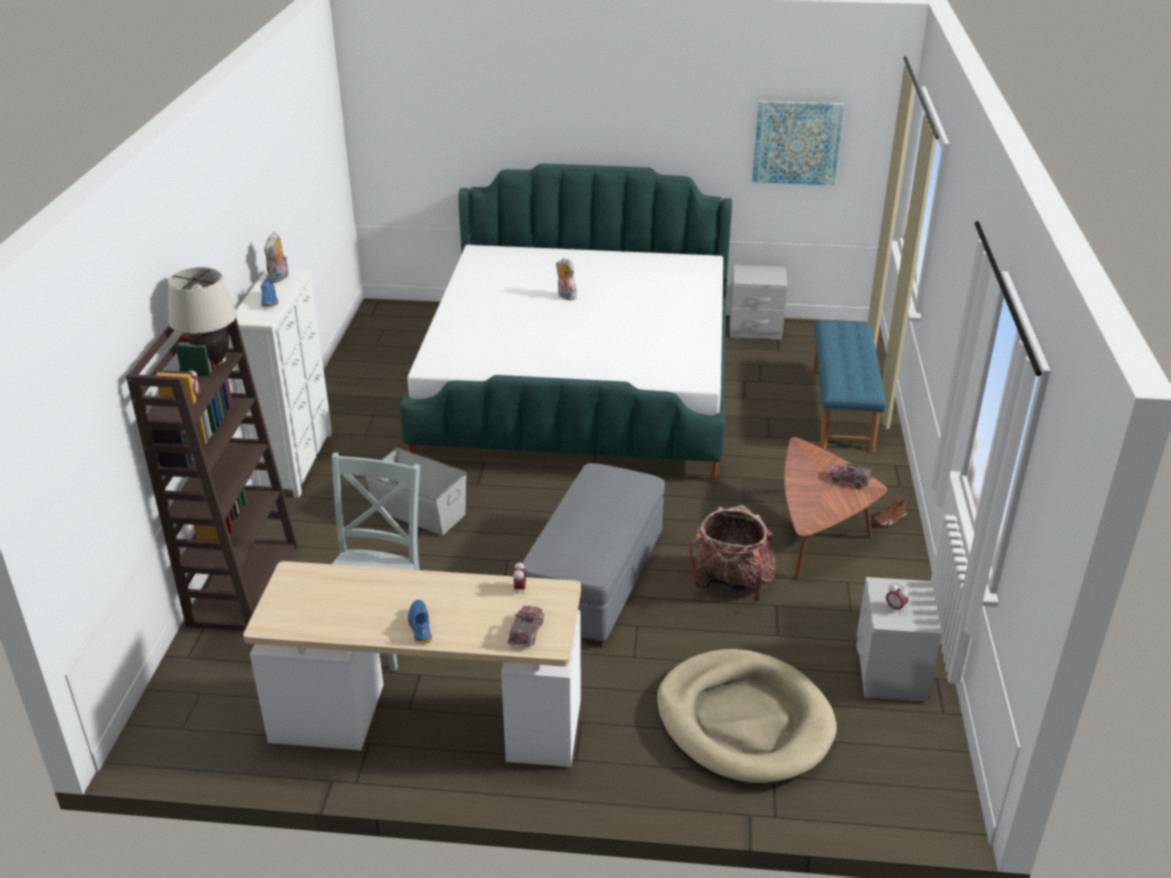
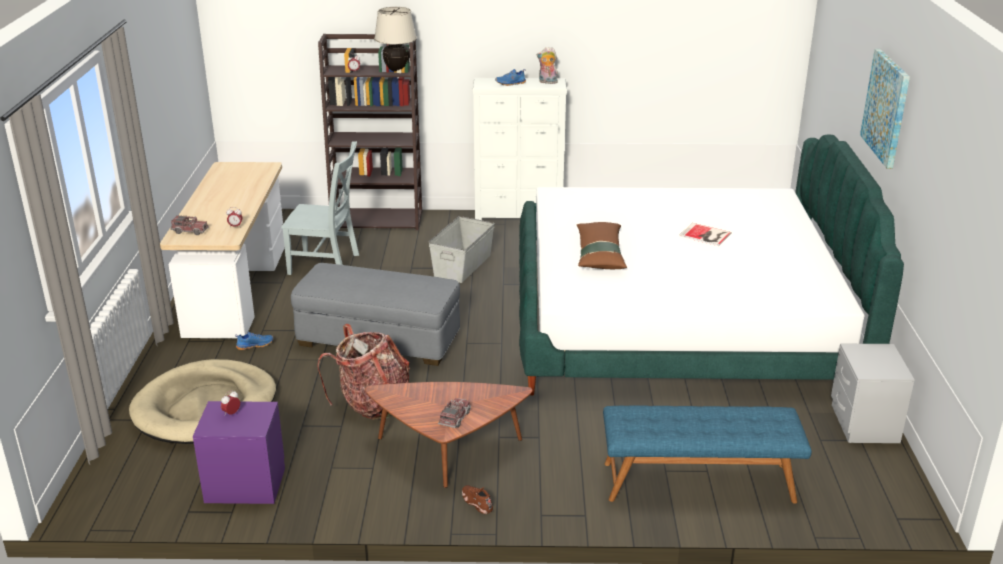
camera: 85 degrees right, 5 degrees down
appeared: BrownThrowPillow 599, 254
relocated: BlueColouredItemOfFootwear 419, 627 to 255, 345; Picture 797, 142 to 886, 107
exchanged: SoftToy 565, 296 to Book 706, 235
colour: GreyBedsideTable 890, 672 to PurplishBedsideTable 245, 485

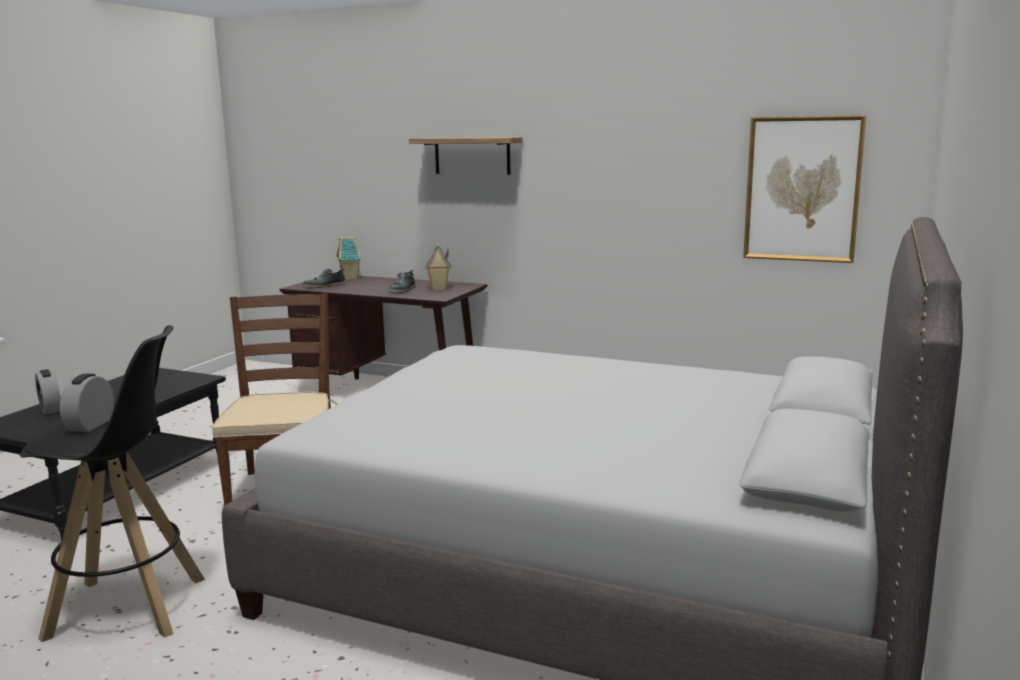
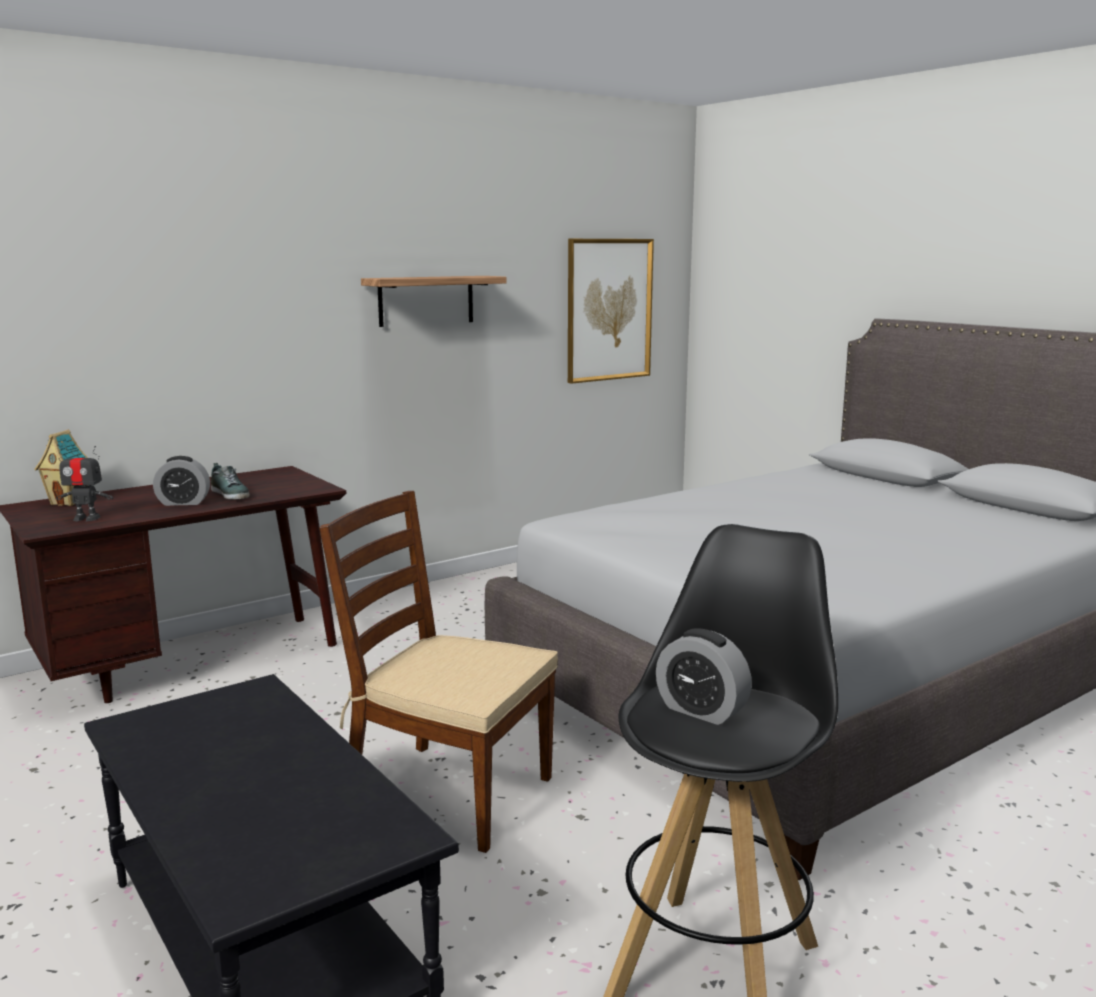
camera: 60 degrees left, 0 degrees up
missing: MiniatureHouse 438, 289
relocated: TableClock 51, 409 to 183, 503; Shelf 472, 156 to 426, 300
exchanged: ItemOfFootwear 324, 286 to RobotFigure 86, 518

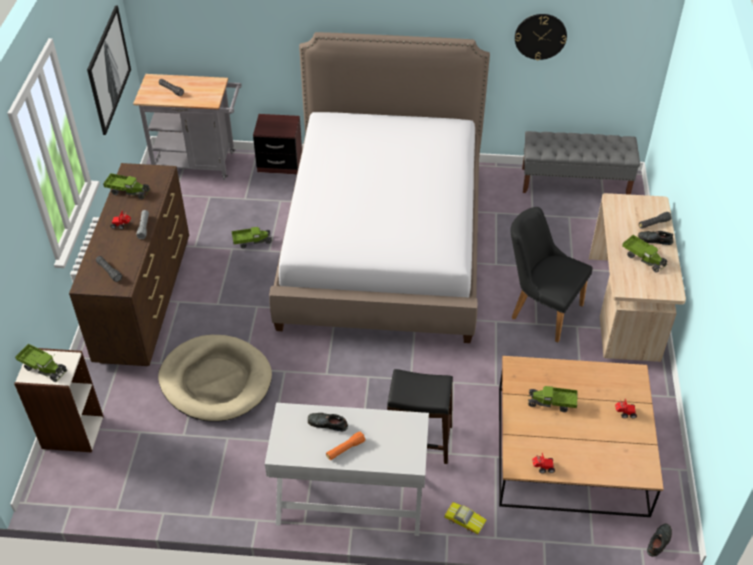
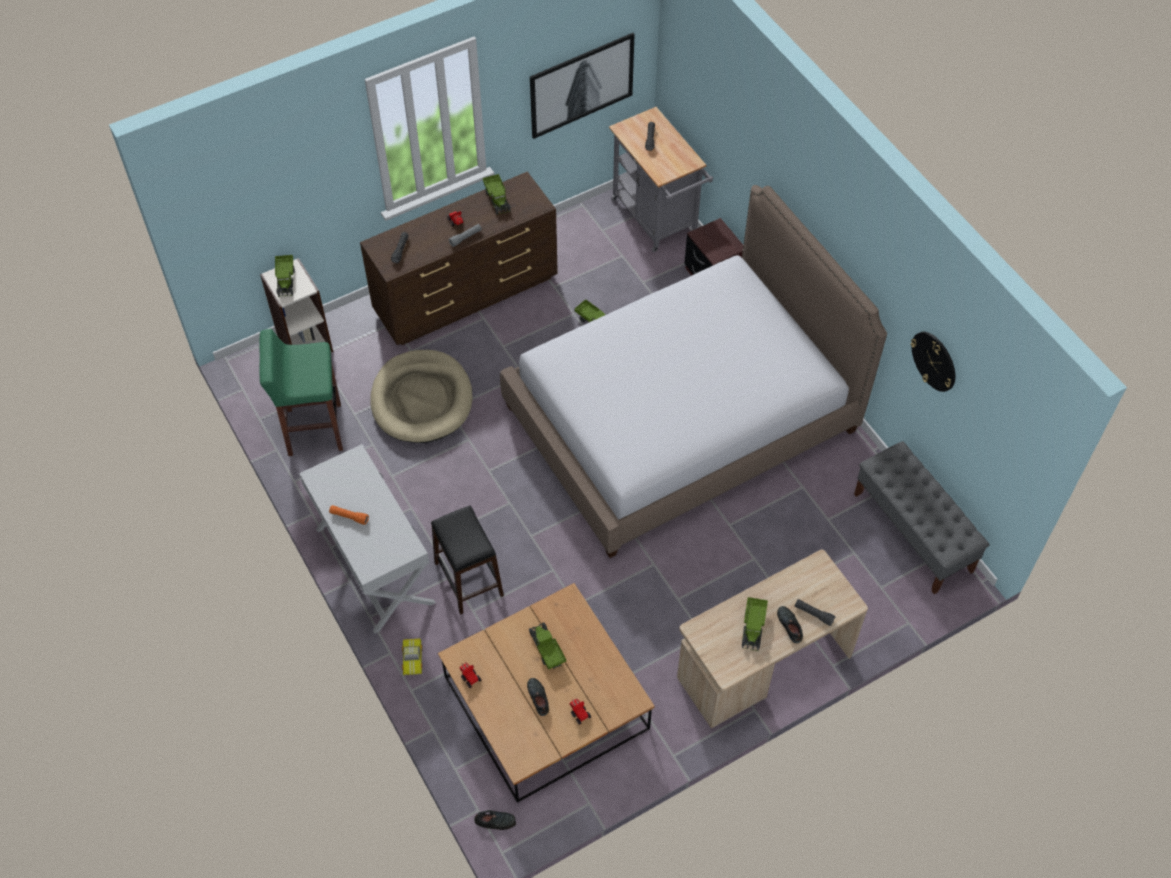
camera: 55 degrees right, 10 degrees up
missing: BlackPlainChair 540, 309
appeared: GreenStoolSeat 313, 429
relocated: BlackItemOfFootwear 326, 423 to 538, 697

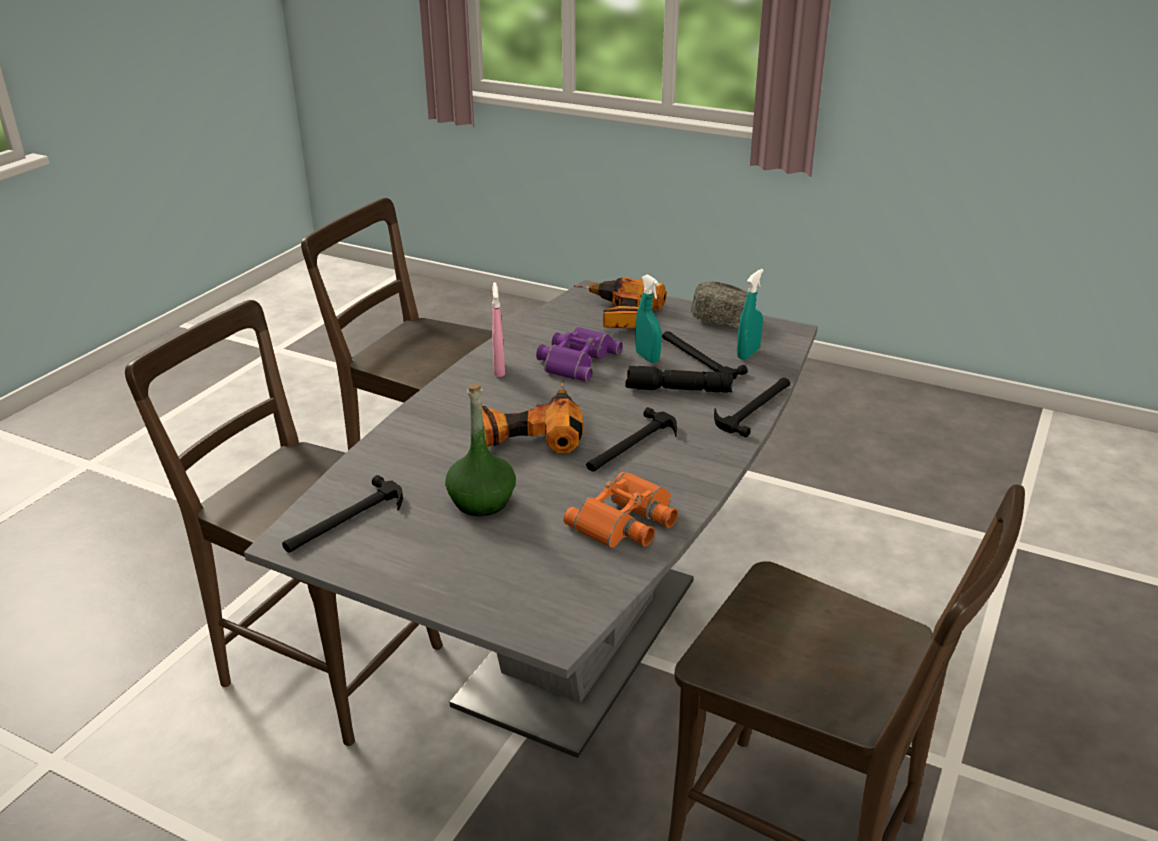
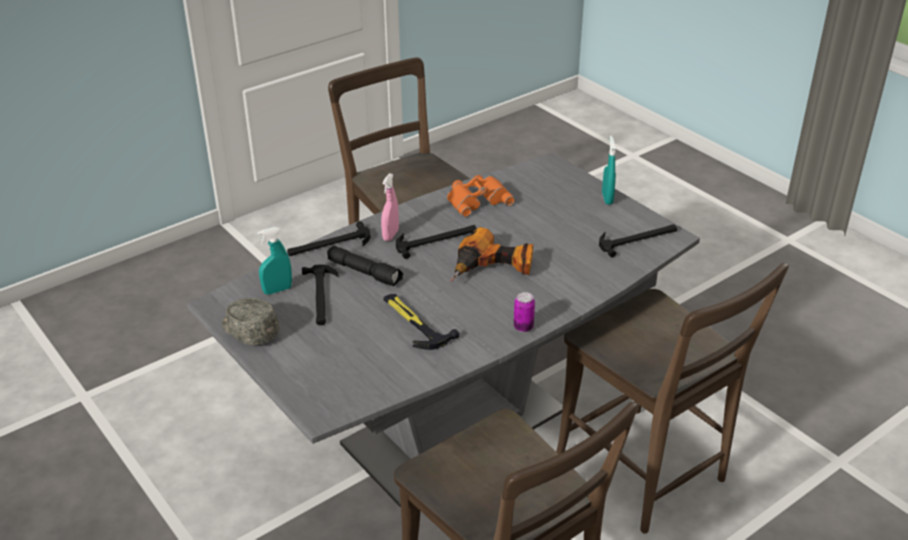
camera: 155 degrees left, 5 degrees up
missing: GreenBeverageBottle 481, 501; PowerDrill 618, 315
appeared: SealedCan 523, 327
relocated: PinkSprayer 499, 370 to 390, 235; BlueGreenSprayer 647, 357 to 607, 198
exchanged: PurplishFieldGlasses 575, 360 to ToolHammer 414, 323

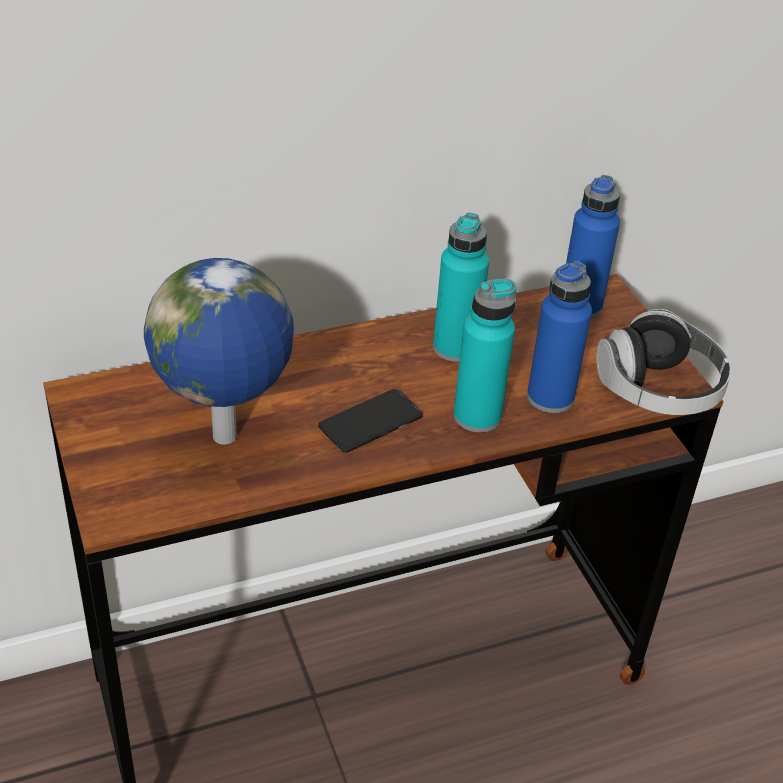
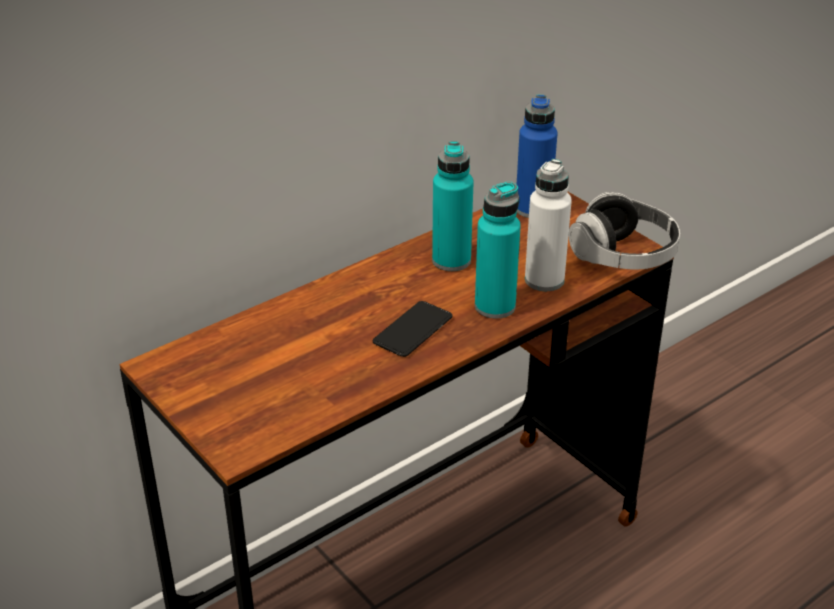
camera: 15 degrees left, 5 degrees down
missing: WorldGlobe 226, 438
colour: BlueColouredBeverageBottle 550, 397 to WhitishBeverageBottle 544, 280

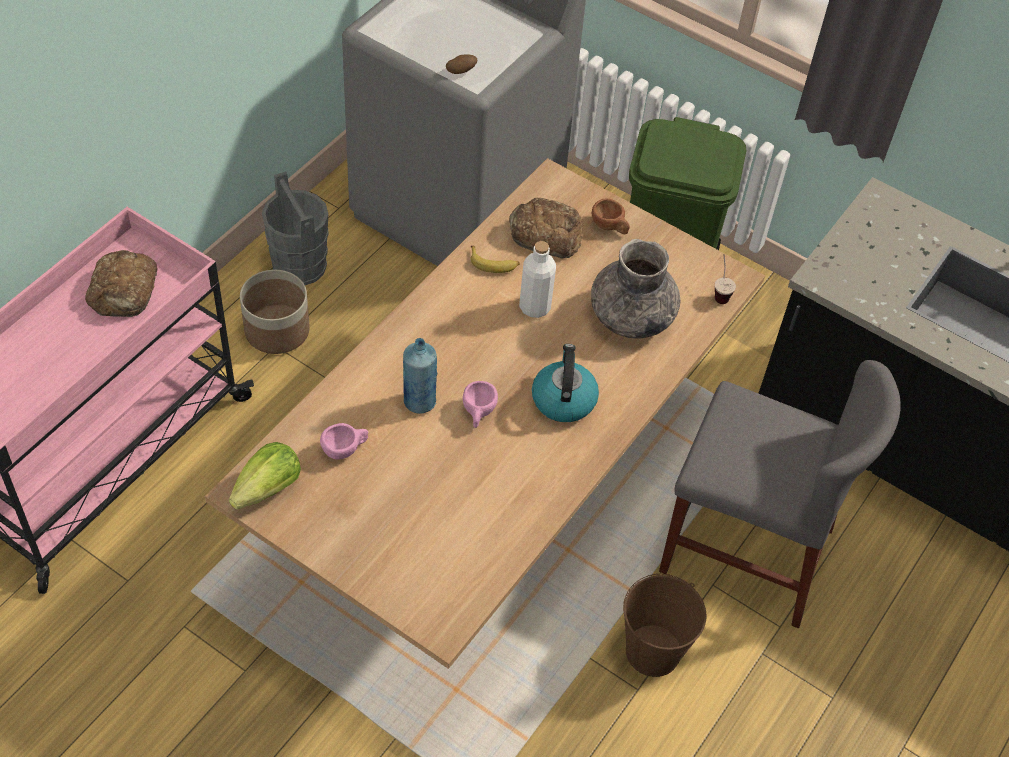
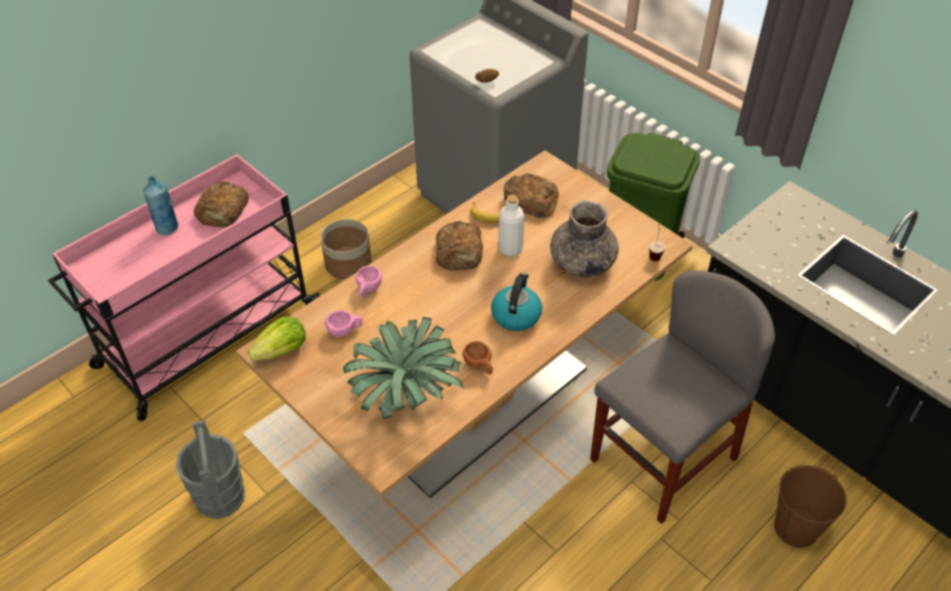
camera: 15 degrees right, 5 degrees down
appeared: PlantInAPot 405, 393; BakedBread 460, 251
relocated: GreyPail 299, 265 to 220, 496; BlueColouredBeverageBottle 419, 401 to 167, 228; PinkCup 478, 413 to 368, 289; BrownCup 610, 227 to 479, 366; BrownPail 653, 651 to 796, 528
spun: GreyPlainChair 746, 550 = 663, 459 75 degrees counterclockwise

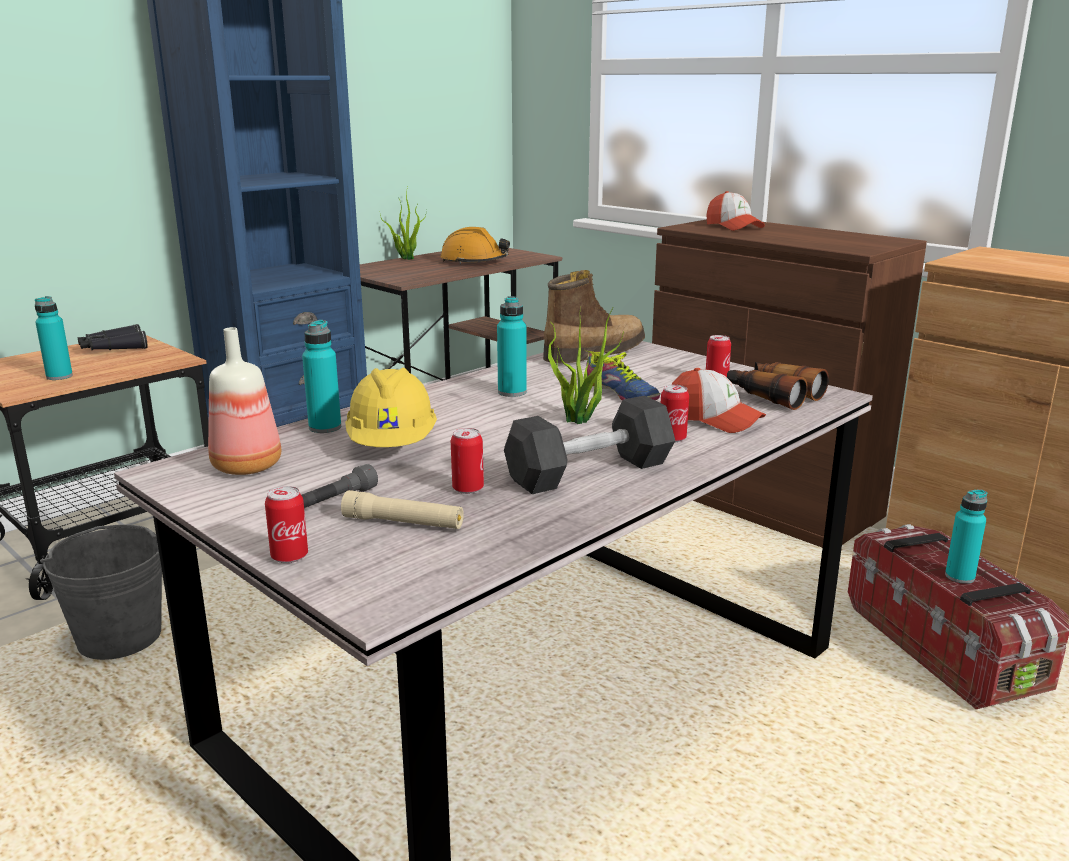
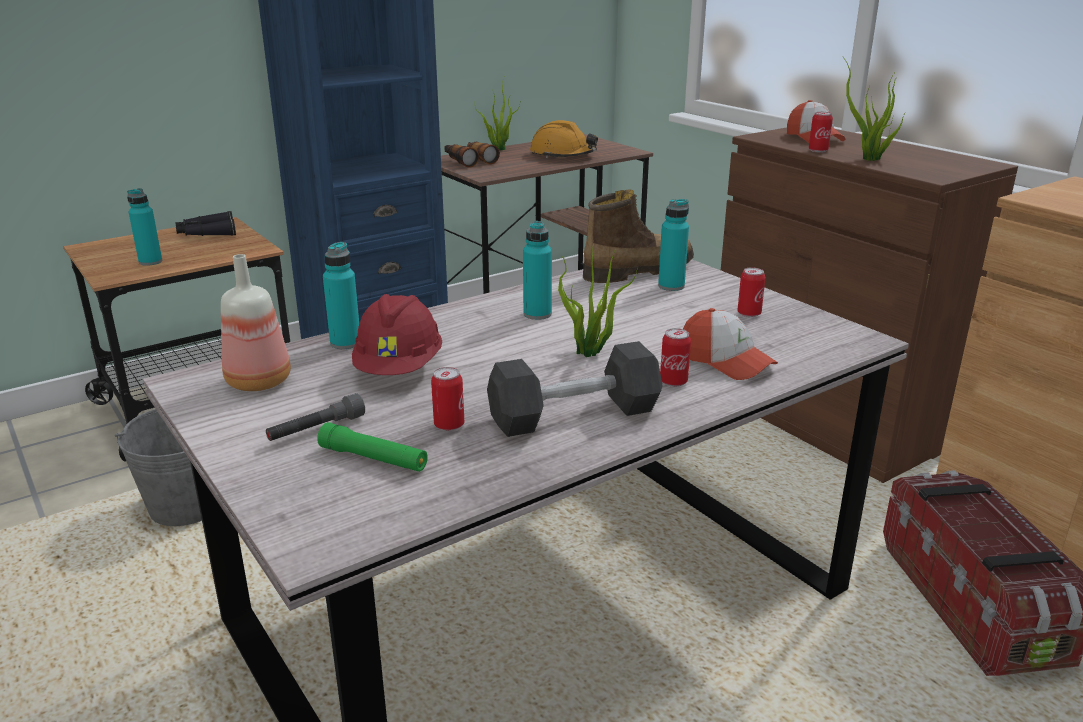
camera: 10 degrees right, 5 degrees up
missing: ItemOfFootwear 619, 394
appeared: PlantInAPot 868, 159
relocated: SealedCan 289, 556 to 818, 151; FieldGlasses 772, 395 to 469, 161; BlueGreenBeverageBottle 959, 577 to 671, 286
colour: BeigeColouredHandTorch 403, 523 to GreenHandTorch 373, 458; YellowishWorkHelmet 392, 445 to ReddishWorkHelmet 399, 369

